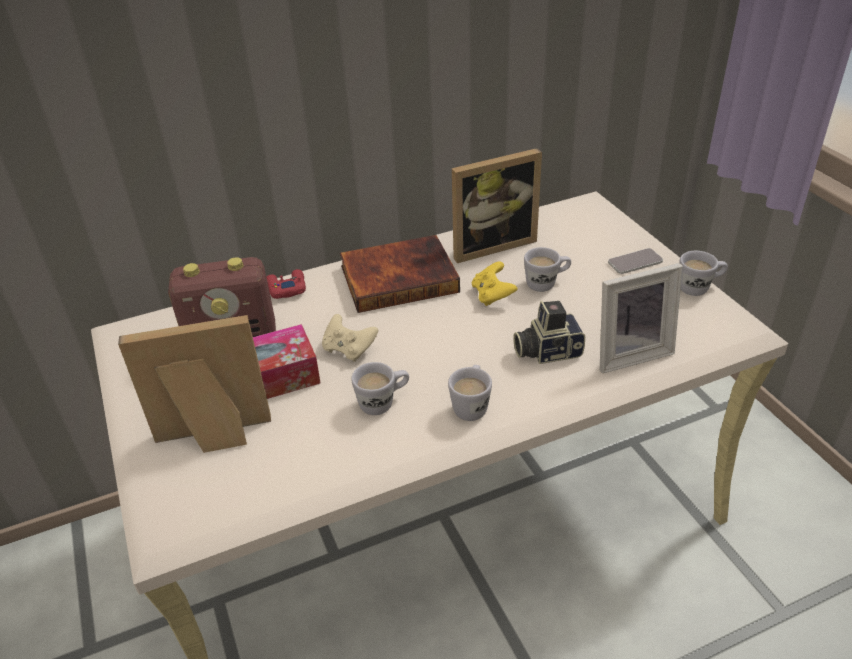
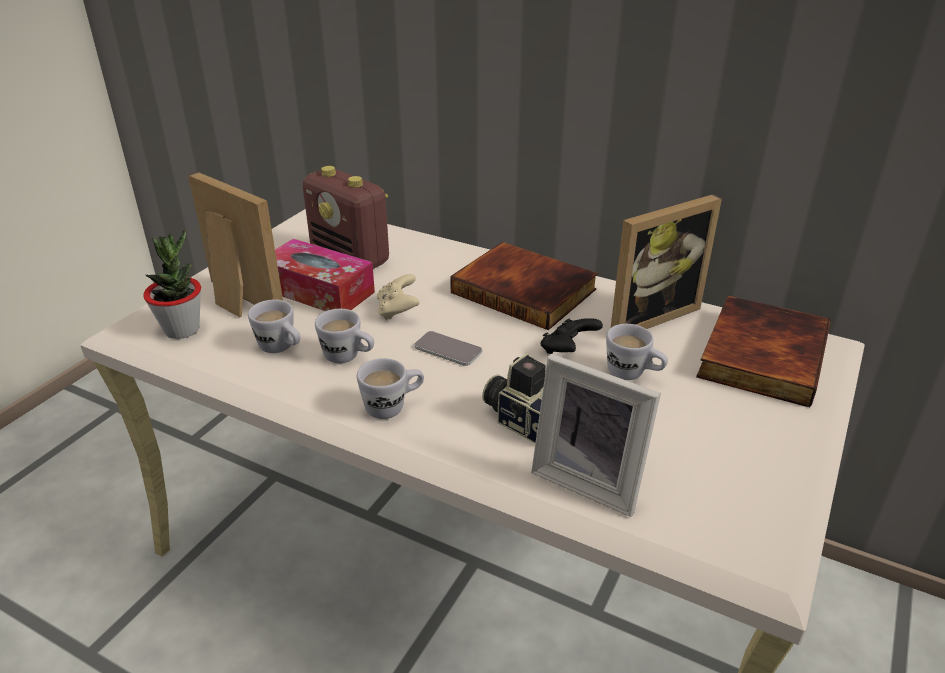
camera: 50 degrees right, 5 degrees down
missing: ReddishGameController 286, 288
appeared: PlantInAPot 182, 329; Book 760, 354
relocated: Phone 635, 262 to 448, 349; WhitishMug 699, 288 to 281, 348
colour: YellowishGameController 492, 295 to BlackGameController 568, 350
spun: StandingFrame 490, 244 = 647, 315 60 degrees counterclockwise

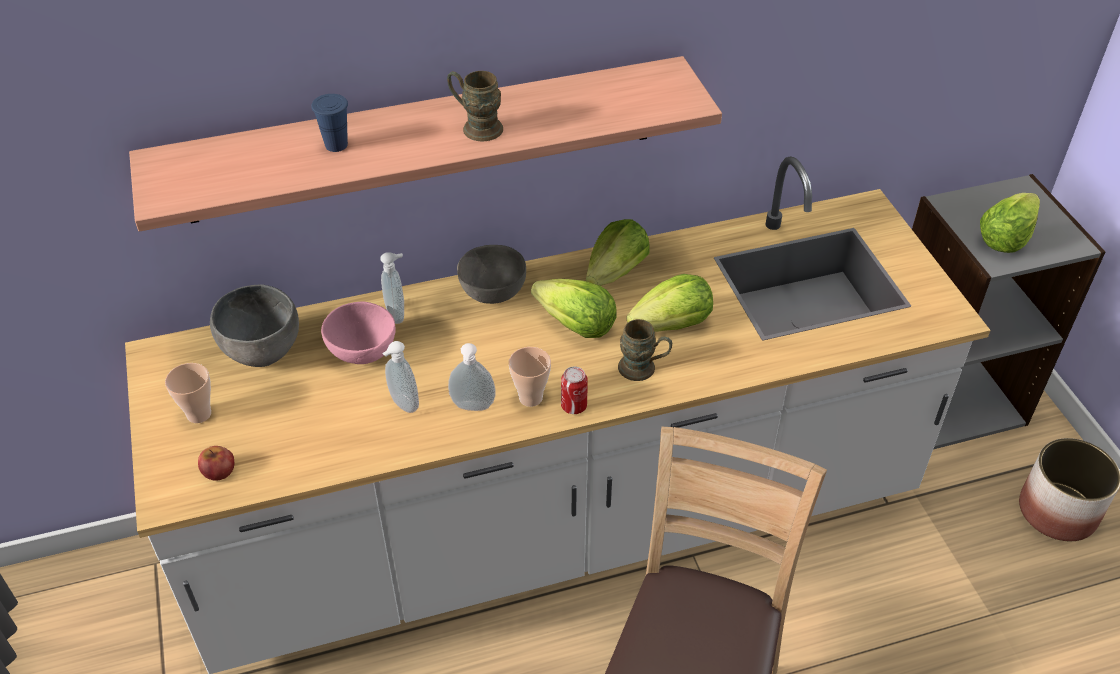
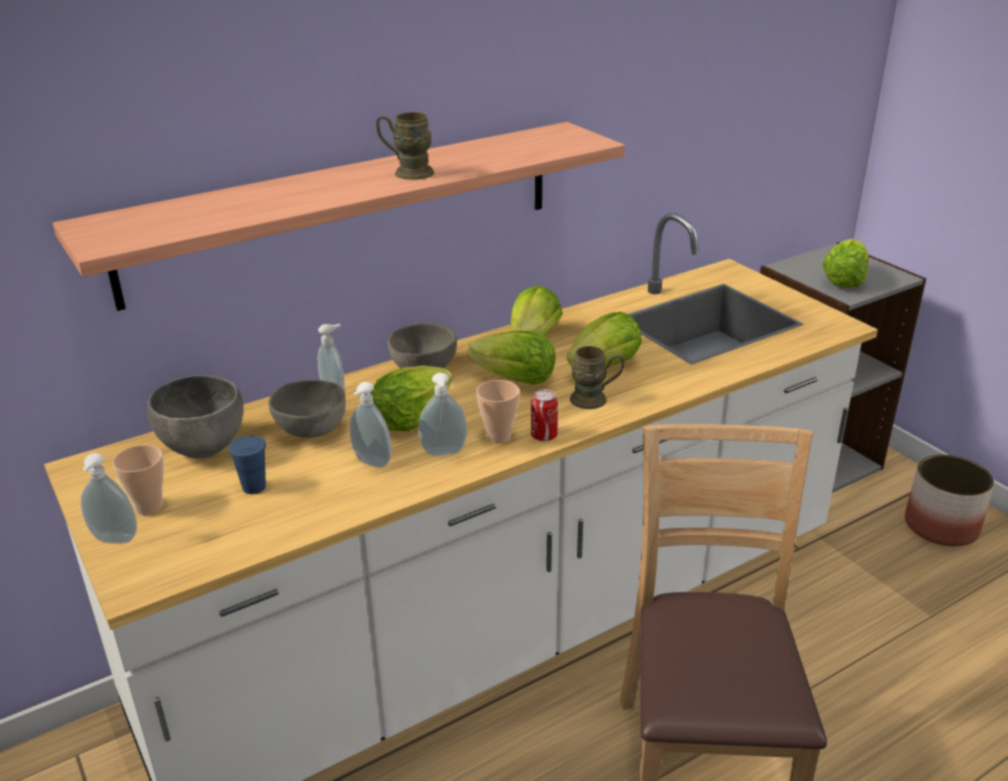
camera: 15 degrees left, 15 degrees down
missing: Apple 219, 470
appeared: SoapBottle 114, 540; HeadOfLettuce 410, 419
relocated: BlueColouredCup 336, 145 to 254, 487
colour: PinkBowl 363, 353 to GreyBowl 312, 431

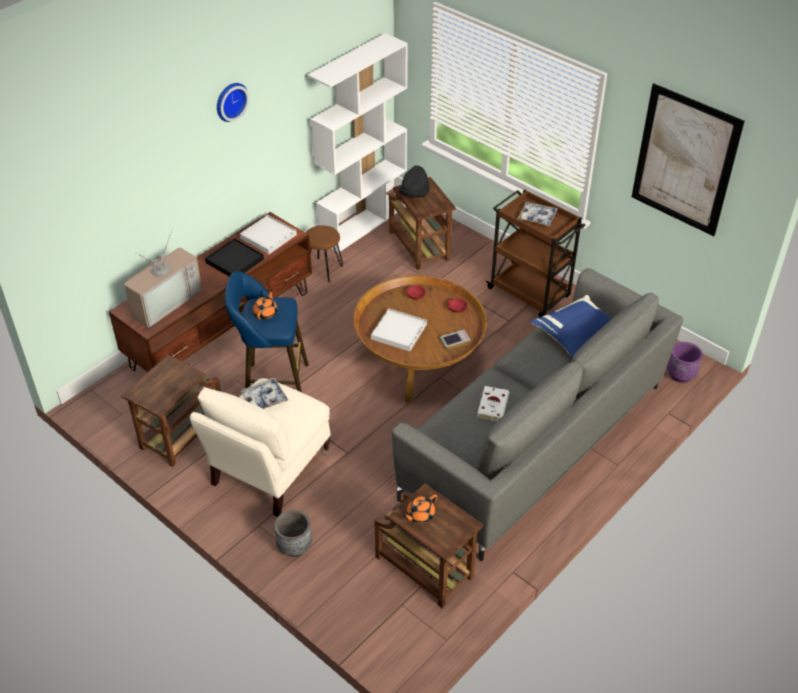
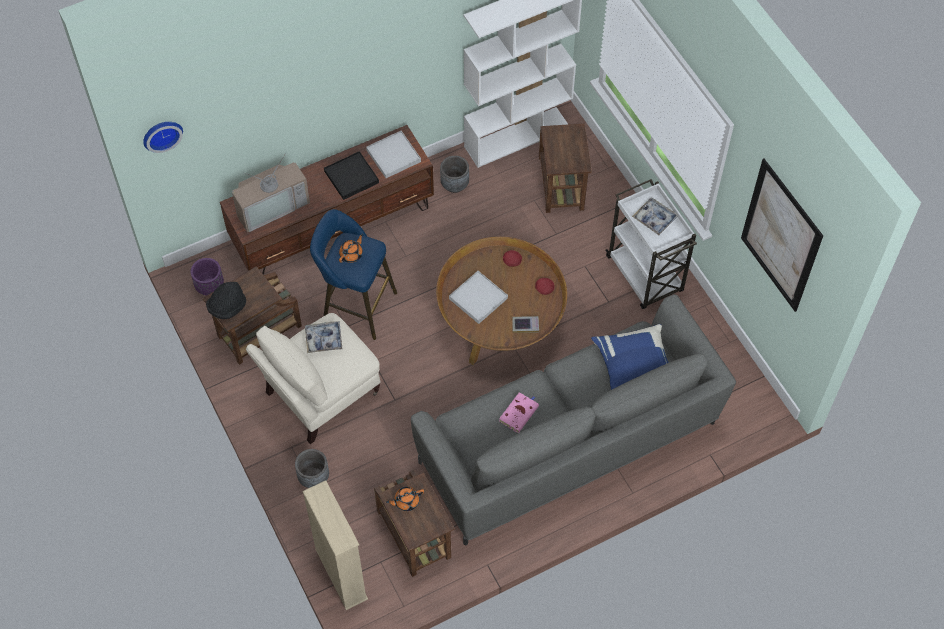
camera: 20 degrees right, 15 degrees up
appeared: BeigeColouredBookshelf 341, 574
relocated: HangingClock 230, 101 to 161, 134; BlackClothingHat 414, 194 to 227, 307; PurplishFlowerPot 681, 375 to 210, 287
exchanged: BrownStoolSeat 323, 269 to GreyFlowerPot 455, 184
colour: WhitishBook 493, 405 to PinkBook 519, 413; BrownWheeledCart 530, 293 to WhitishWheeledCart 645, 275

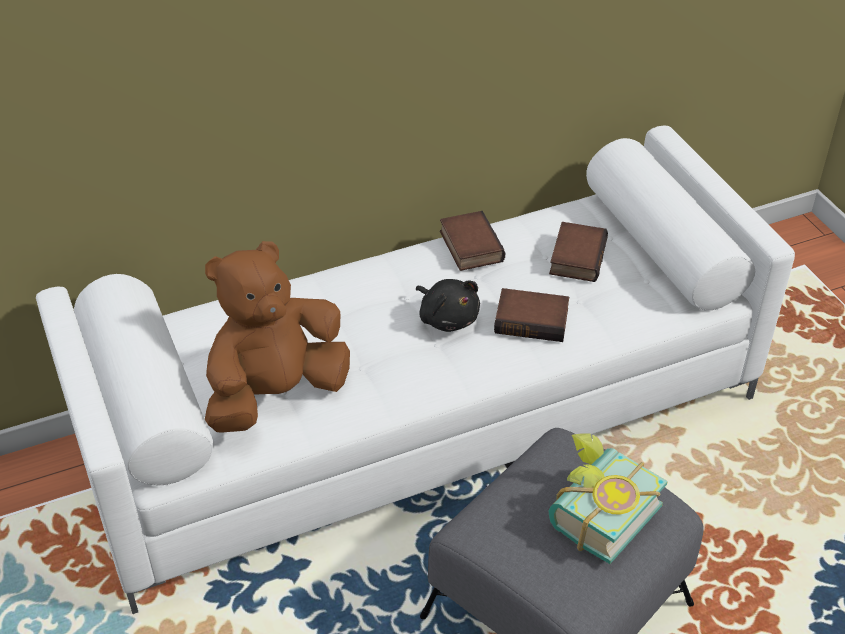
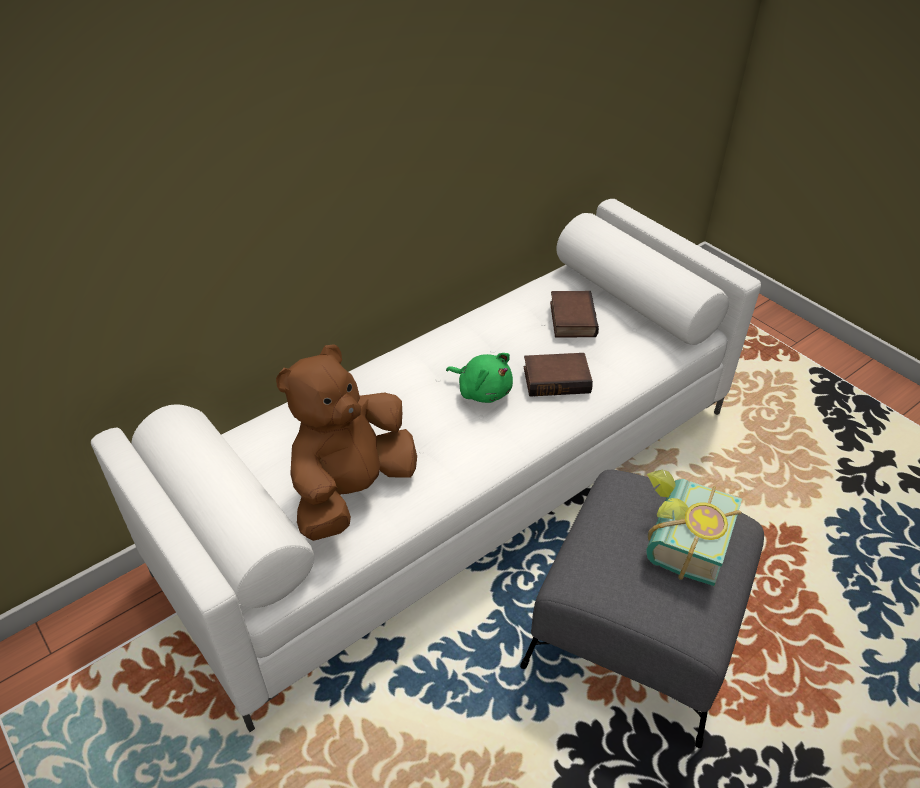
camera: 15 degrees left, 0 degrees up
missing: Book 469, 246
colour: BlackSoftToy 447, 318 to GreenSoftToy 482, 390

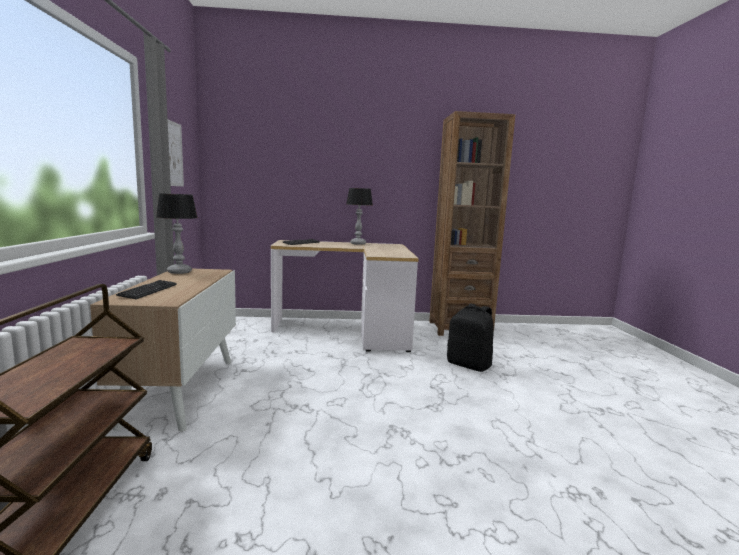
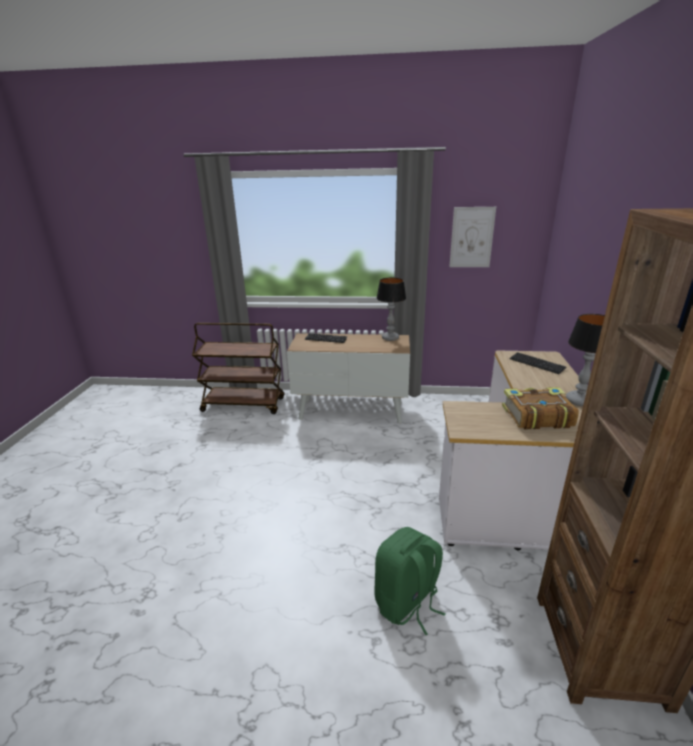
camera: 100 degrees right, 15 degrees up
appeared: Book 536, 416
colour: BlackBackpack 469, 365 to GreenBackpack 407, 603

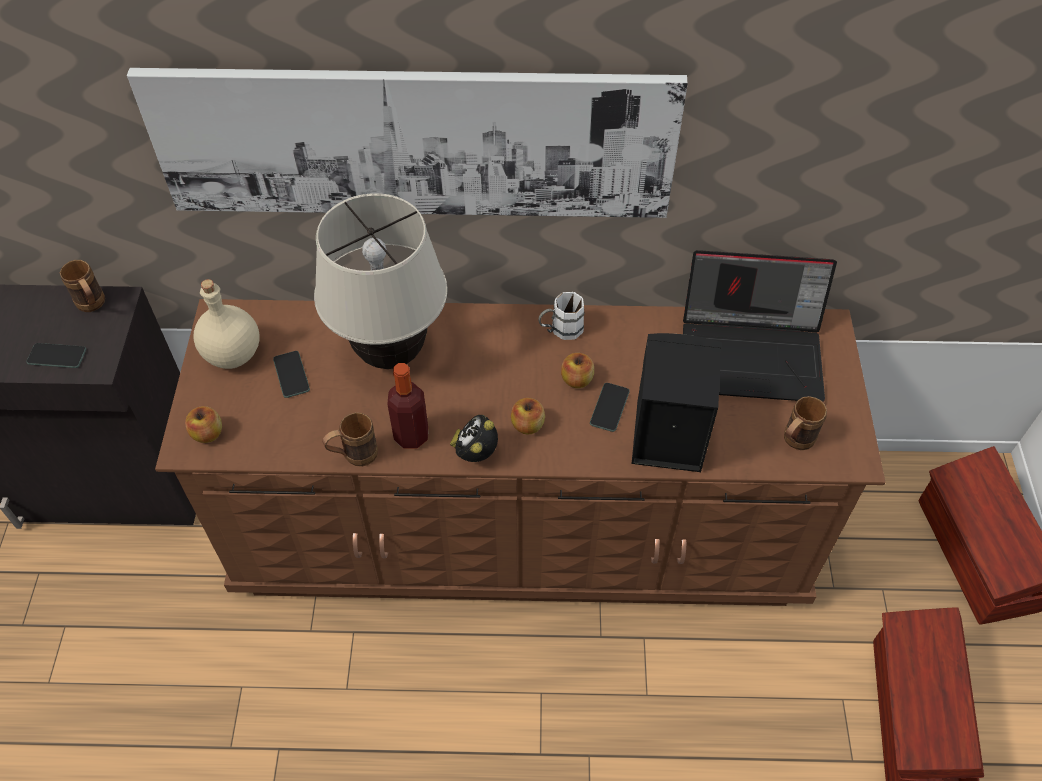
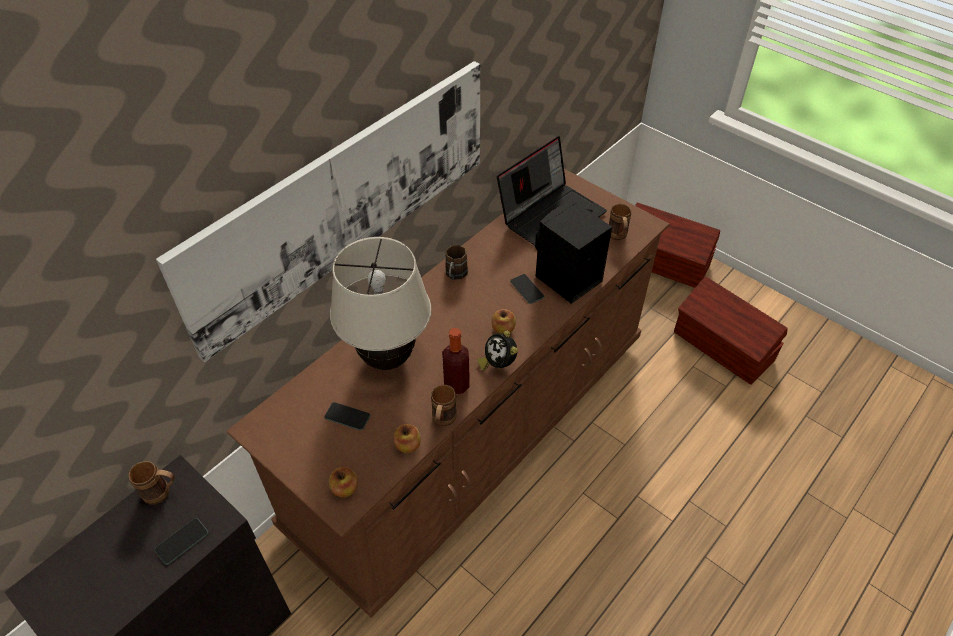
camera: 50 degrees left, 5 degrees down
missing: BeigeColouredBeverageBottle 232, 353
relocated: Apple 577, 380 to 408, 445
colour: WhitishMug 560, 330 to BrownMug 455, 275

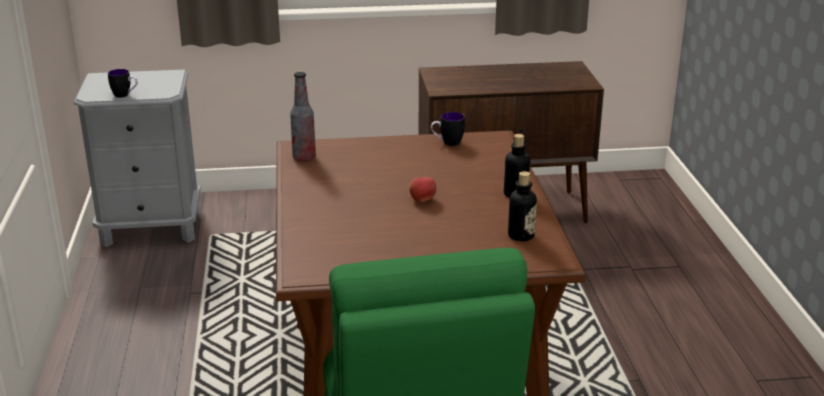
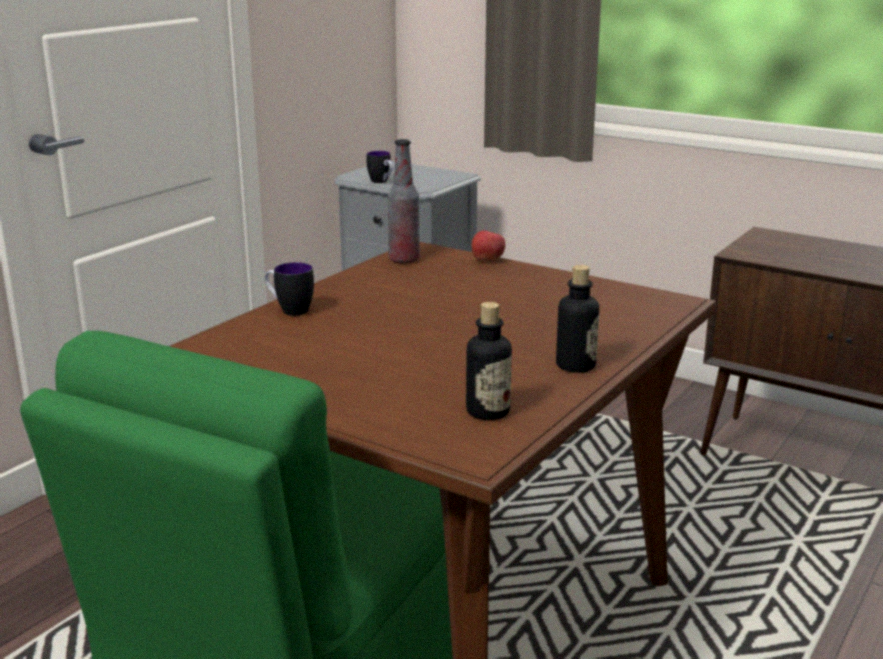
camera: 40 degrees right, 5 degrees down
relocated: Apple 422, 200 to 487, 261; Mug 447, 143 to 289, 310

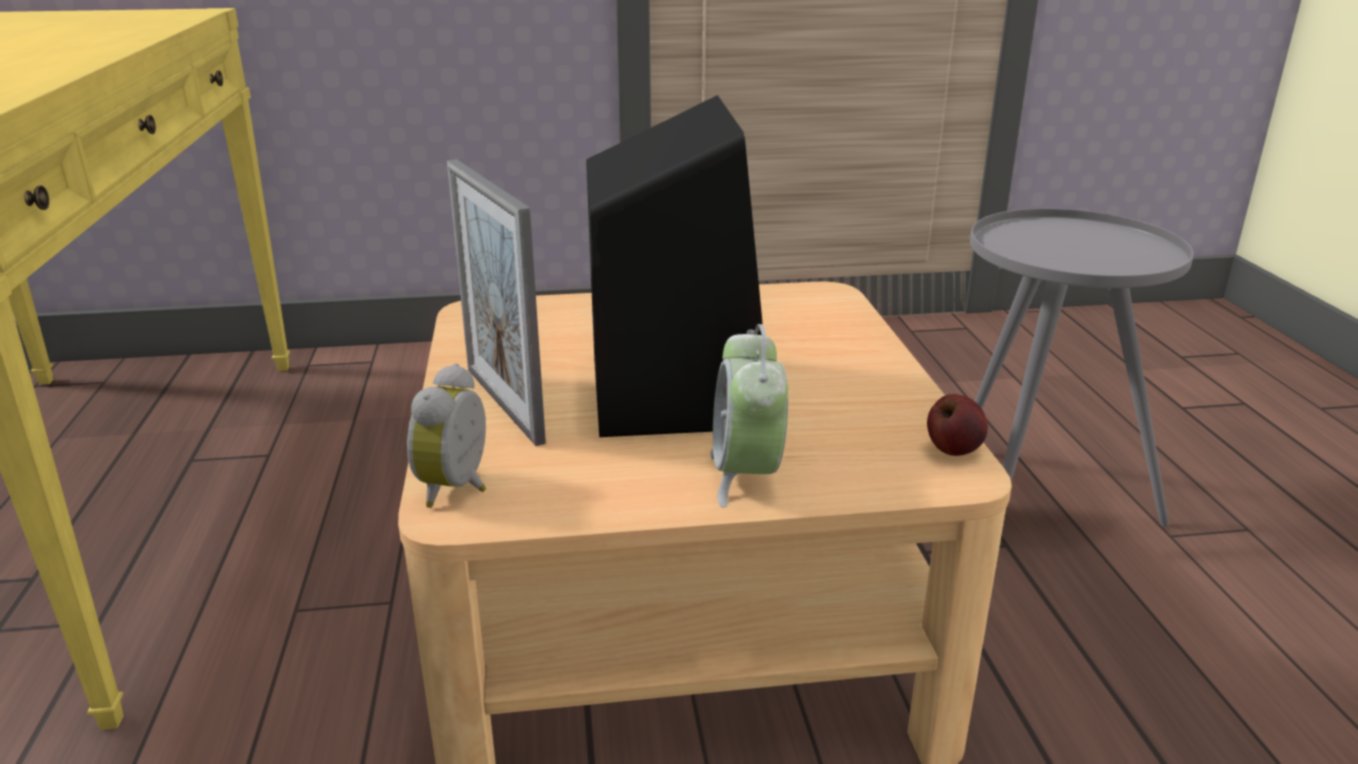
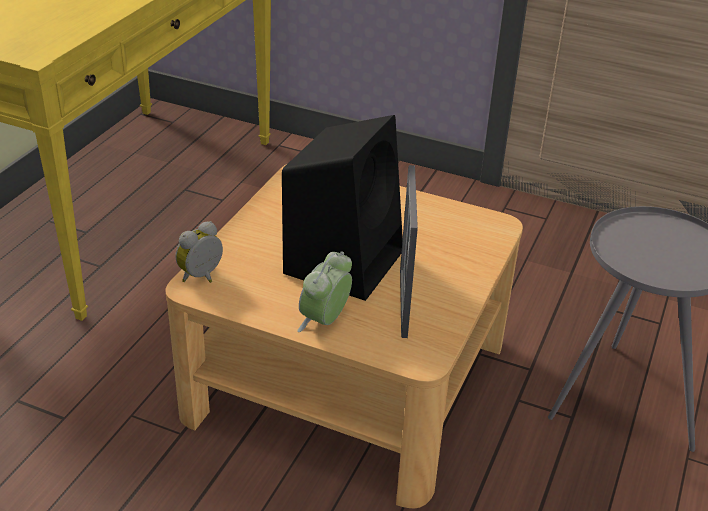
camera: 30 degrees right, 10 degrees up
missing: Apple 953, 450
relocated: StandingFrame 504, 404 to 403, 303

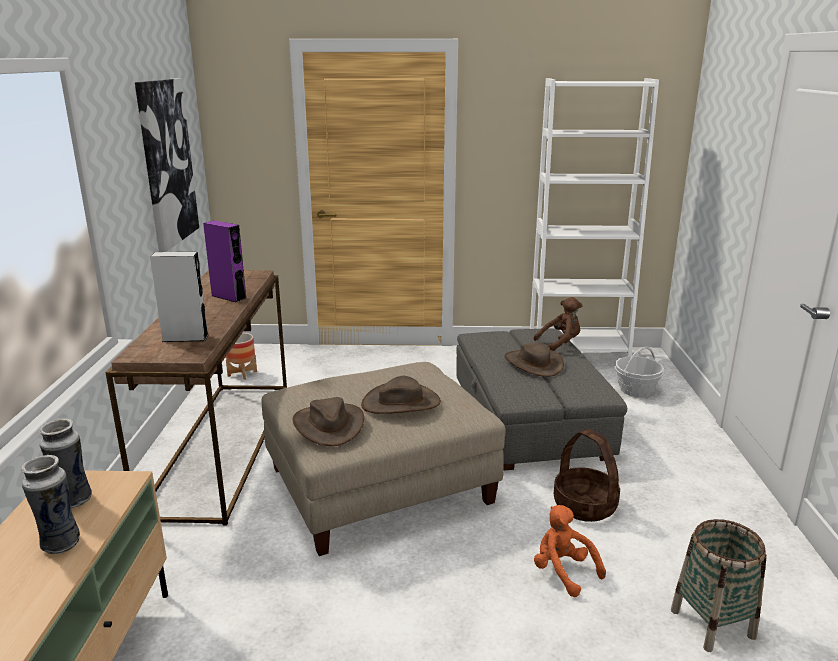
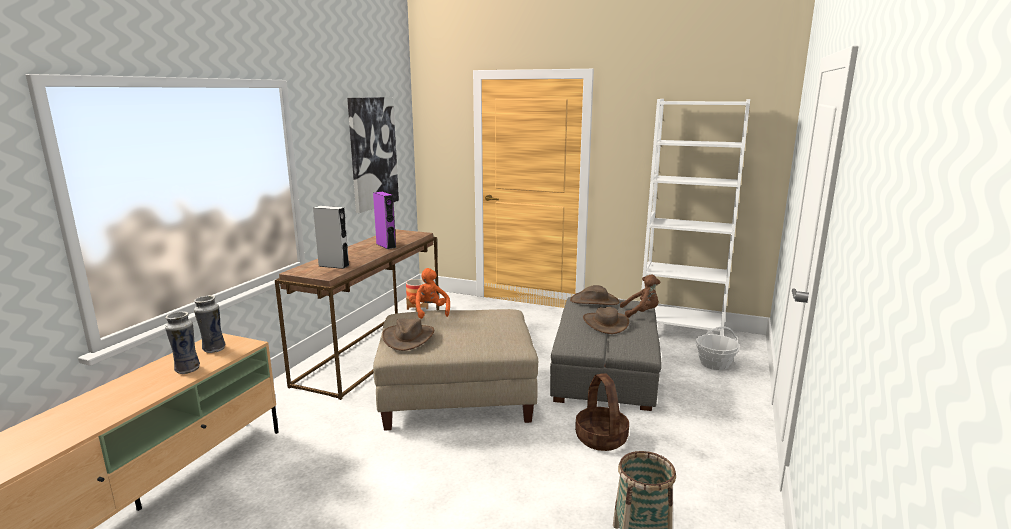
camera: 20 degrees right, 5 degrees down
relocated: BrownClothingHat 401, 403 to 594, 301; OrangeSoftToy 563, 571 to 429, 311

